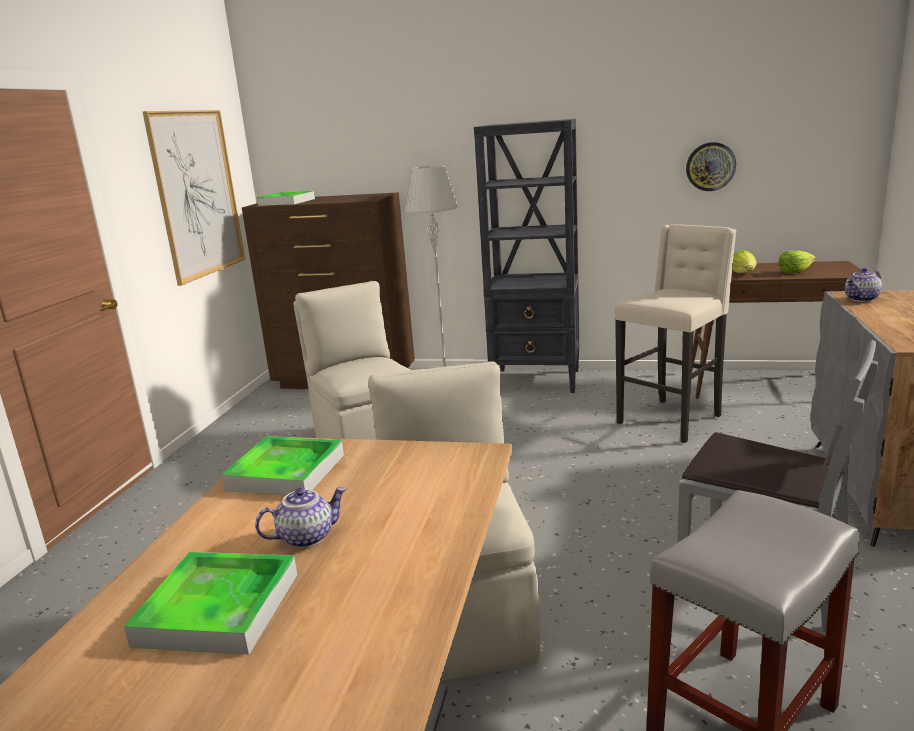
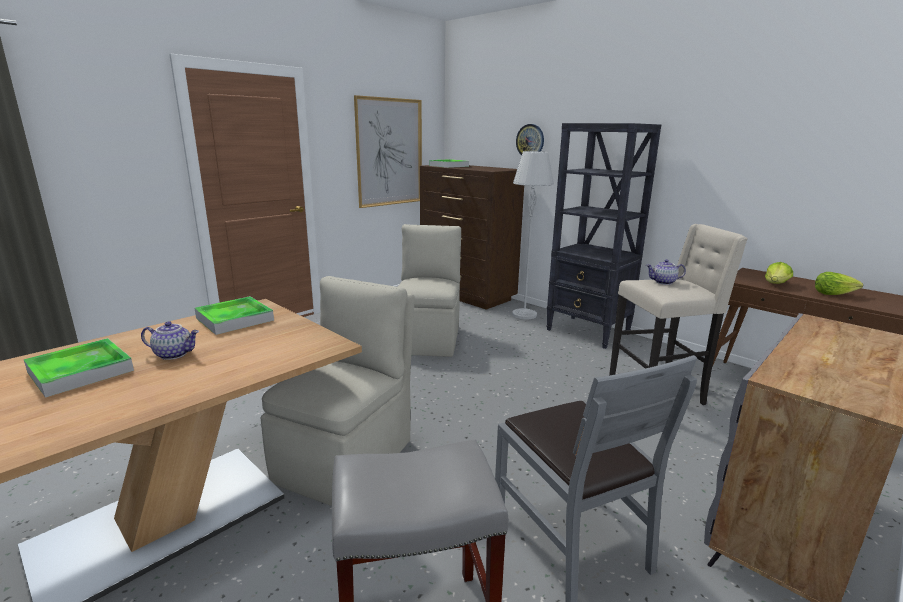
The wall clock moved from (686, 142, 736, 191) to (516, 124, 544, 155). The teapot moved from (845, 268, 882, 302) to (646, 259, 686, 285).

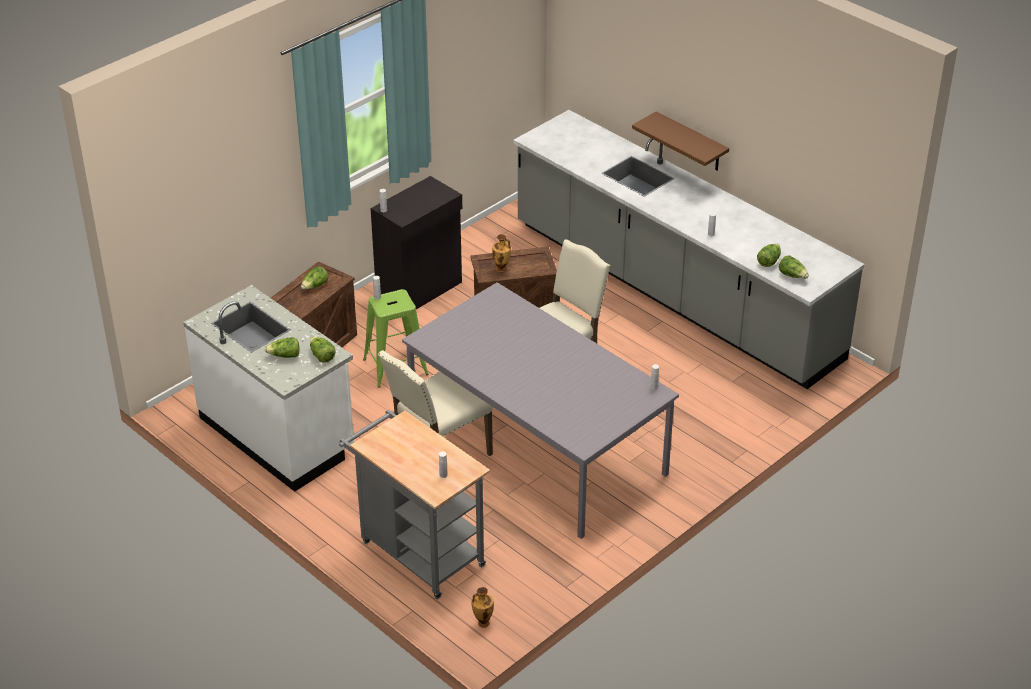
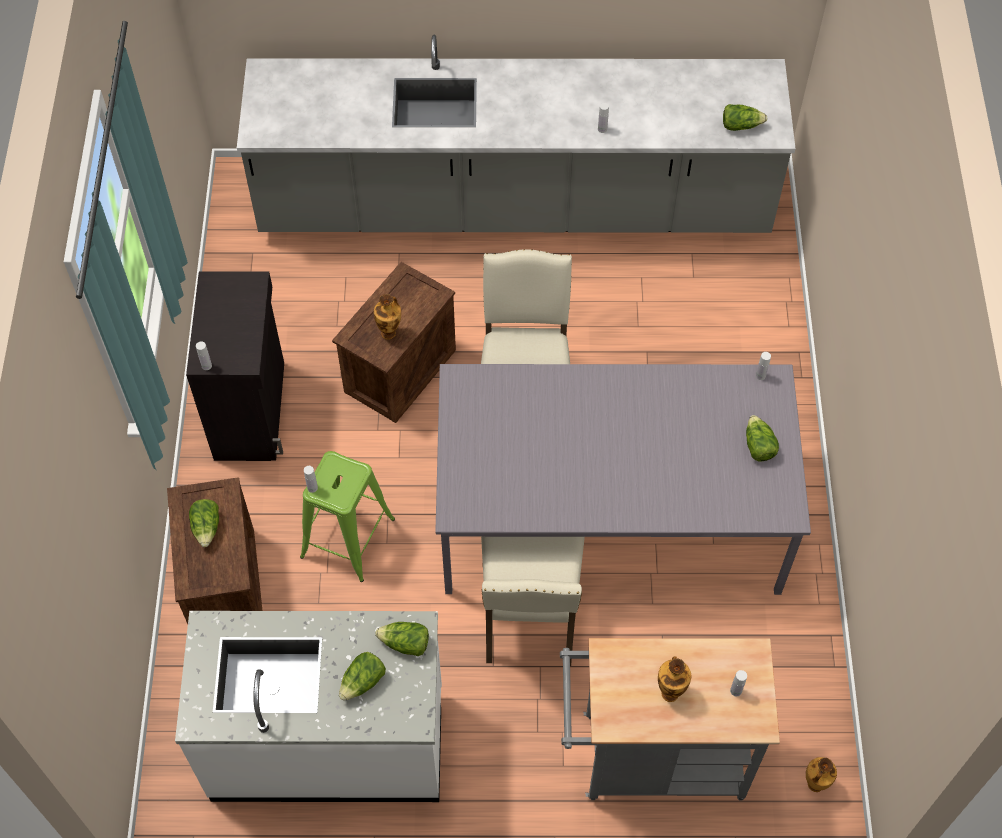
The shelf/brown at (632, 111, 729, 171) disappeared. The lettuce moved from (757, 243, 781, 267) to (746, 415, 779, 461). The vase at (658, 657, 691, 702) appeared.

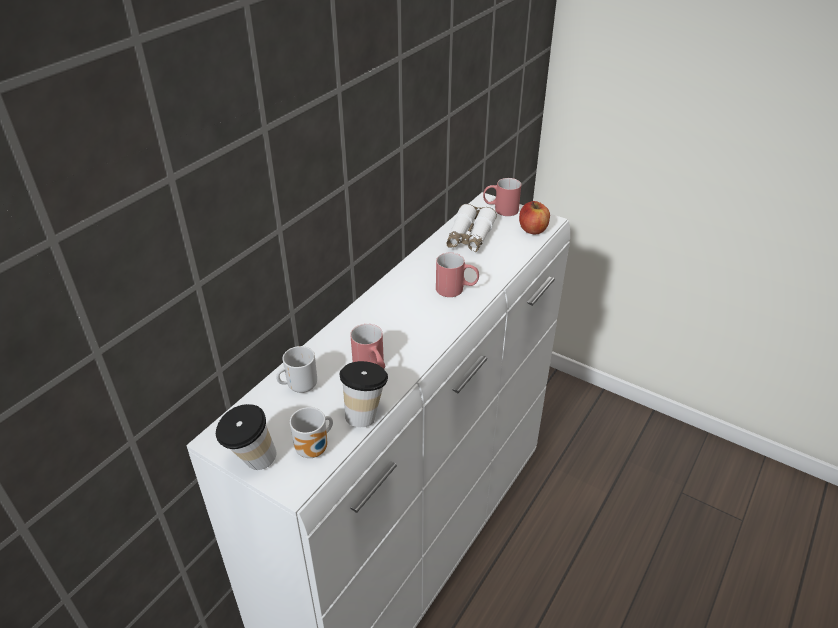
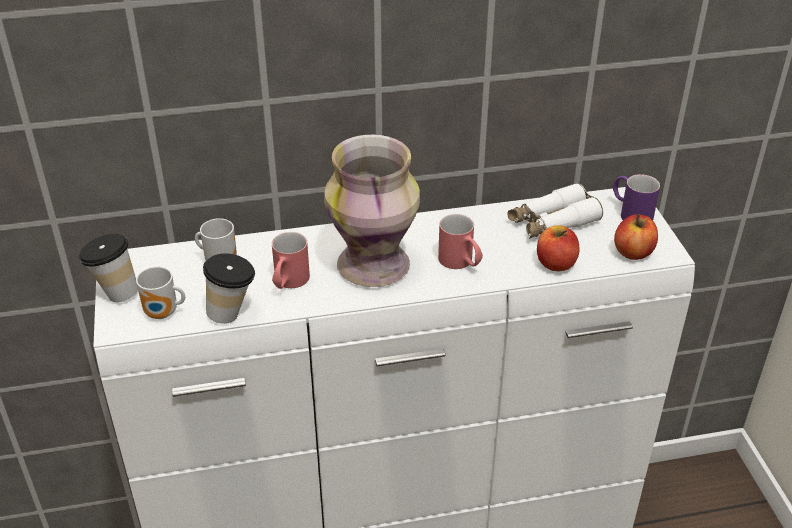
The mug/red at (483, 178, 521, 216) became the mug/purple at (612, 174, 660, 220). The vase at (324, 135, 420, 287) appeared. The apple at (537, 225, 579, 271) appeared.

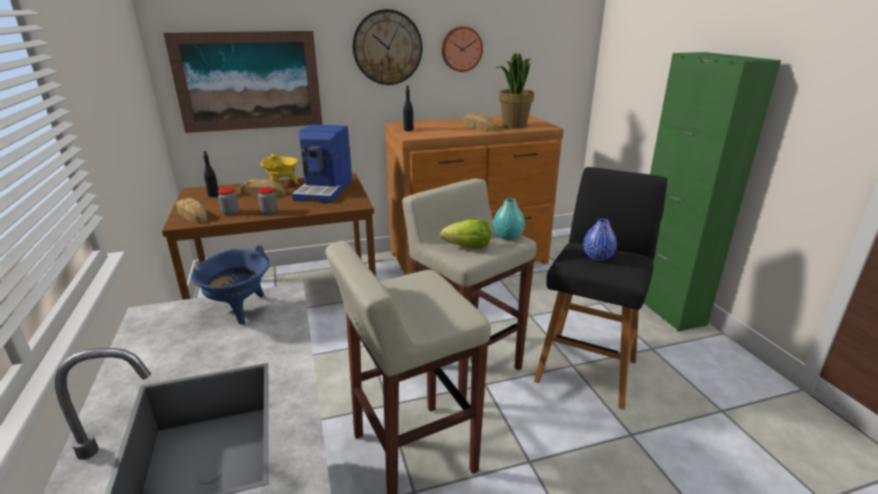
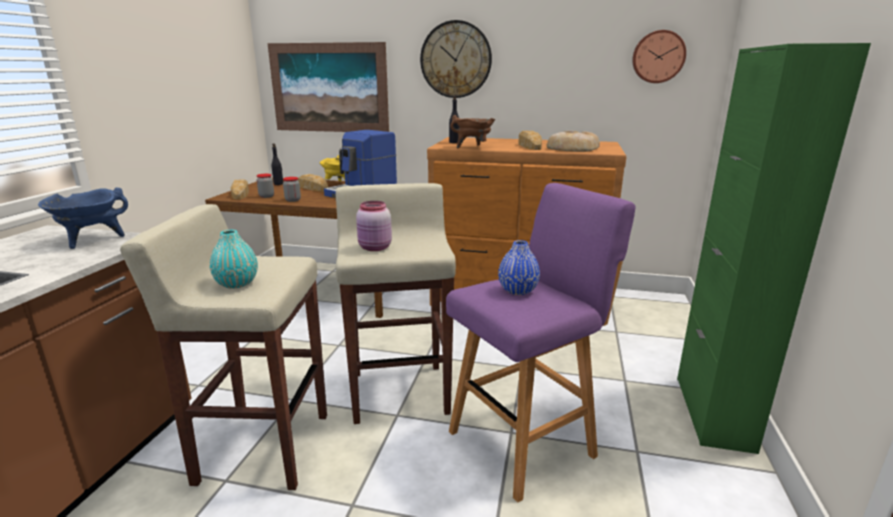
The lettuce at (440, 219, 491, 249) was replaced by the jar/pink at (356, 201, 392, 251). The wall clock moved from (442, 26, 483, 72) to (632, 30, 686, 83). The vase/turquoise moved from (493, 198, 525, 240) to (210, 230, 258, 289). The potted plant at (496, 52, 534, 129) was replaced by the bread at (546, 131, 600, 152). The stool/black at (534, 167, 667, 410) became the stool/purple at (446, 183, 636, 502). The cooking pot/brown at (450, 115, 495, 148) appeared.

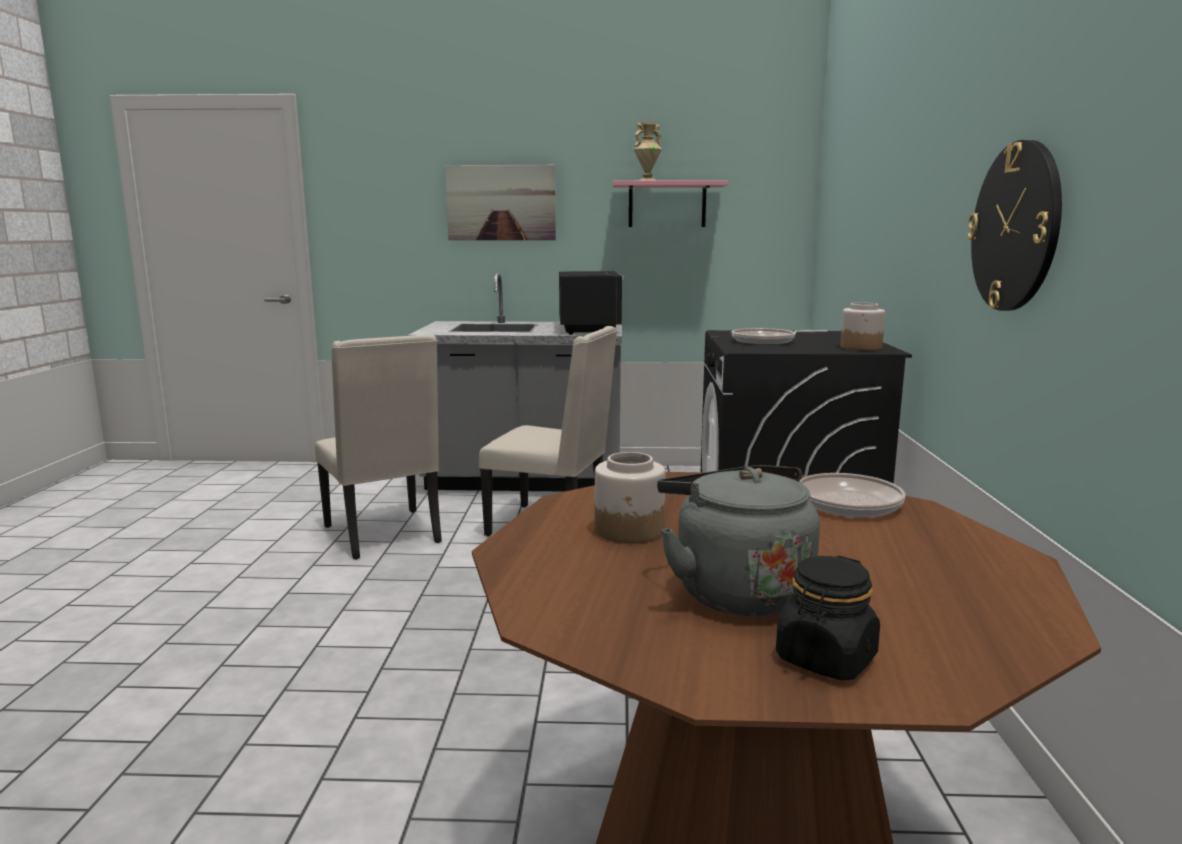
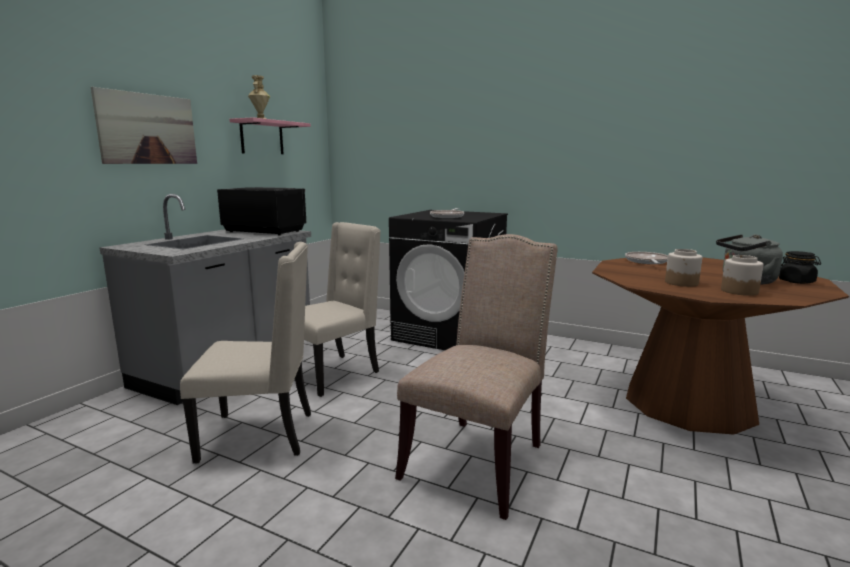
The jar moved from (840, 303, 885, 351) to (721, 255, 764, 296). The wall clock at (967, 140, 1062, 311) disappeared. The chair/beige at (395, 234, 558, 520) appeared.

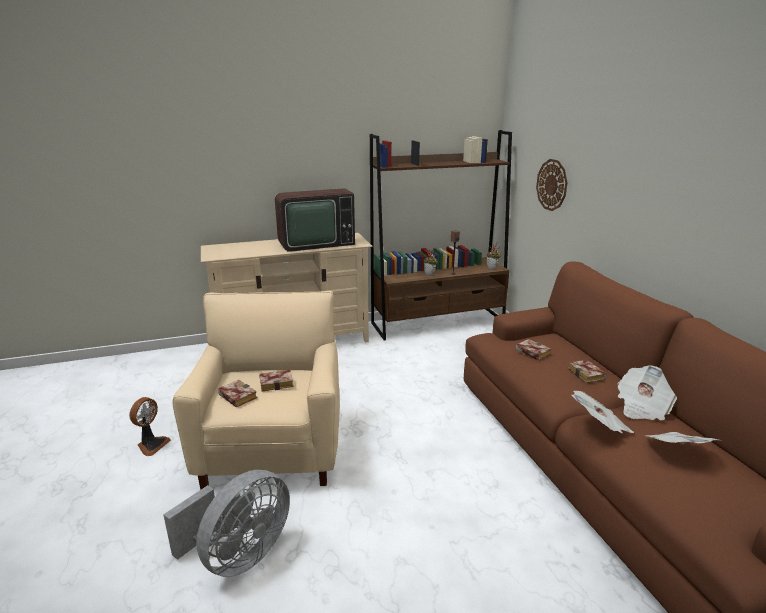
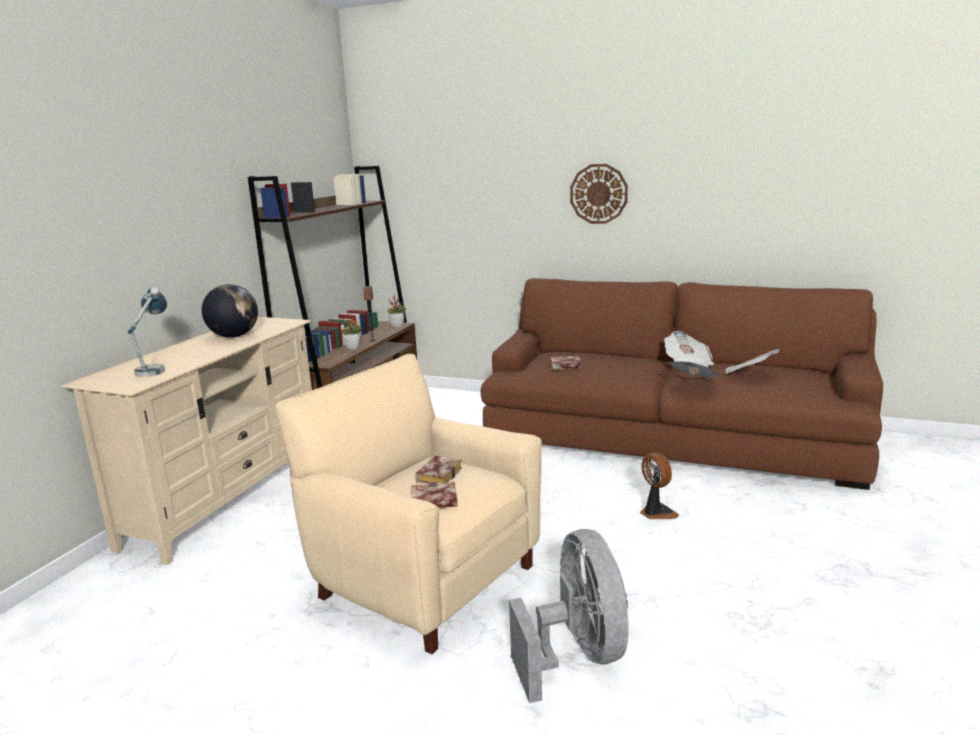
The fan moved from (129, 397, 171, 456) to (640, 452, 679, 519). The television at (275, 188, 355, 251) was replaced by the globe at (202, 284, 258, 338). The wall clock moved from (536, 159, 568, 211) to (570, 164, 628, 224). The book at (568, 360, 607, 383) disappeared. The table lamp at (128, 287, 167, 377) appeared.

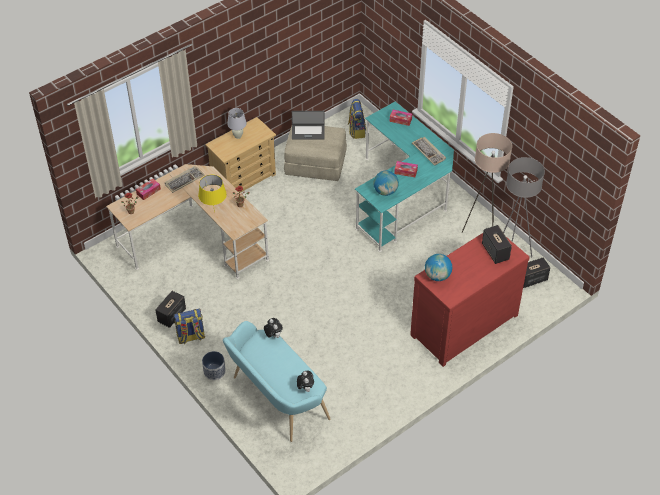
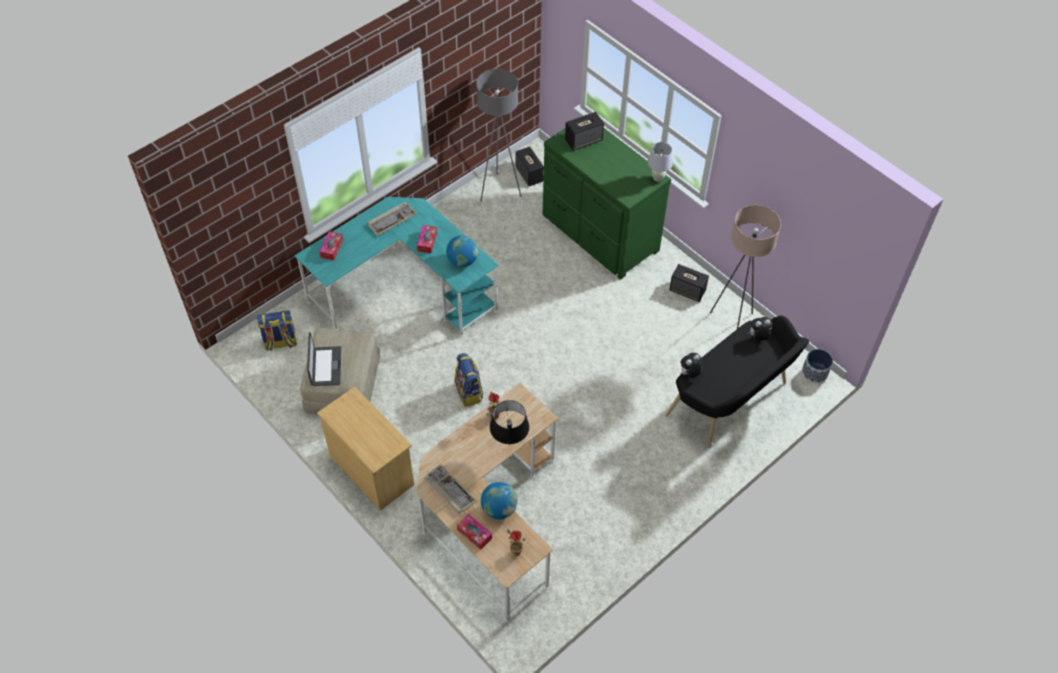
The speaker moved from (156, 291, 186, 328) to (669, 264, 709, 302). The backpack moved from (174, 309, 205, 344) to (454, 353, 483, 407). The table lamp/yellow at (198, 175, 227, 212) became the table lamp/black at (490, 400, 529, 446). The planter moved from (202, 351, 226, 380) to (802, 349, 833, 383). The bench/turquoise at (223, 321, 331, 442) became the bench/black at (665, 315, 809, 448). The table lamp/white moved from (227, 108, 247, 139) to (648, 142, 673, 182). The dresser/red at (410, 233, 530, 367) became the dresser/green at (543, 114, 671, 280). The globe moved from (425, 254, 452, 281) to (481, 482, 518, 519). The floor lamp/beige moved from (462, 133, 512, 233) to (710, 205, 781, 329).

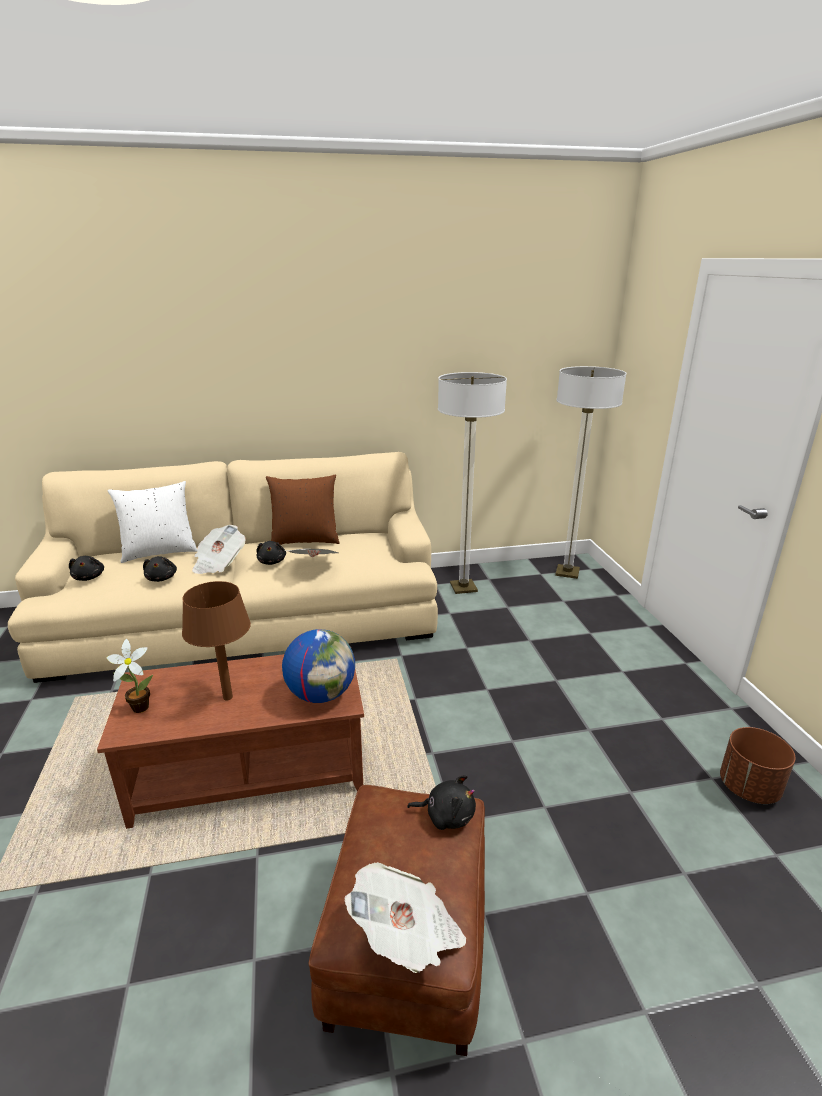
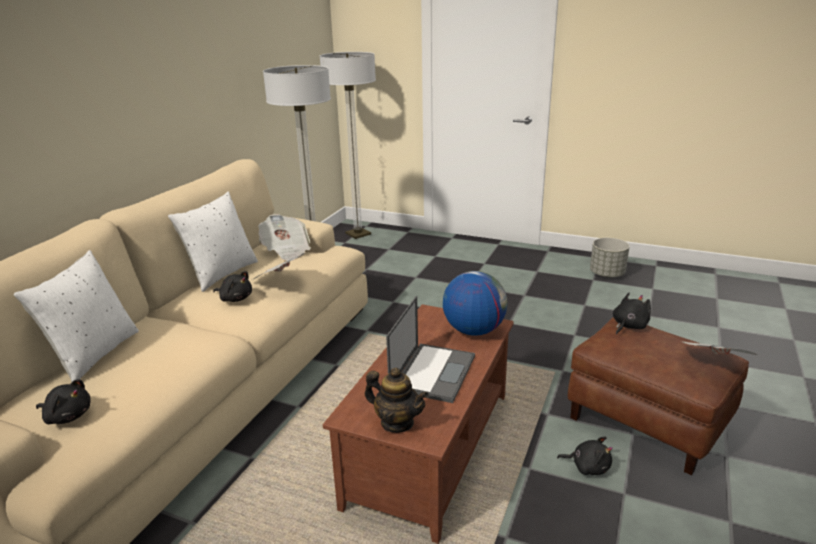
The potted plant at (106, 639, 153, 713) was replaced by the teapot at (365, 368, 429, 433). The plush toy/black moved from (143, 556, 177, 582) to (557, 437, 613, 475). The table lamp/brown at (182, 581, 251, 701) was replaced by the laptop at (386, 296, 475, 403). The newspaper moved from (192, 525, 245, 574) to (258, 214, 311, 261). The pillow/brown at (266, 475, 340, 545) became the pillow/white at (168, 192, 258, 292). The planter/brown at (720, 727, 796, 804) became the planter/grey at (590, 238, 630, 278).

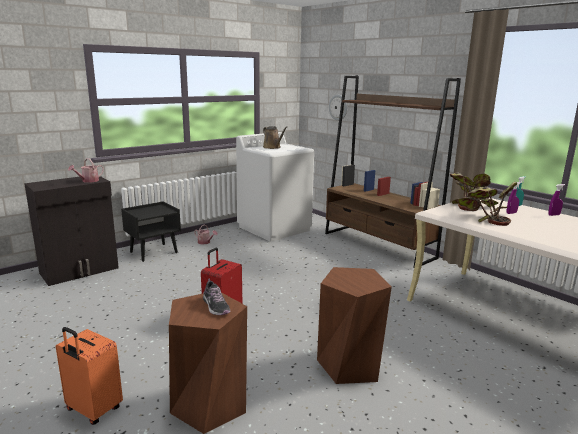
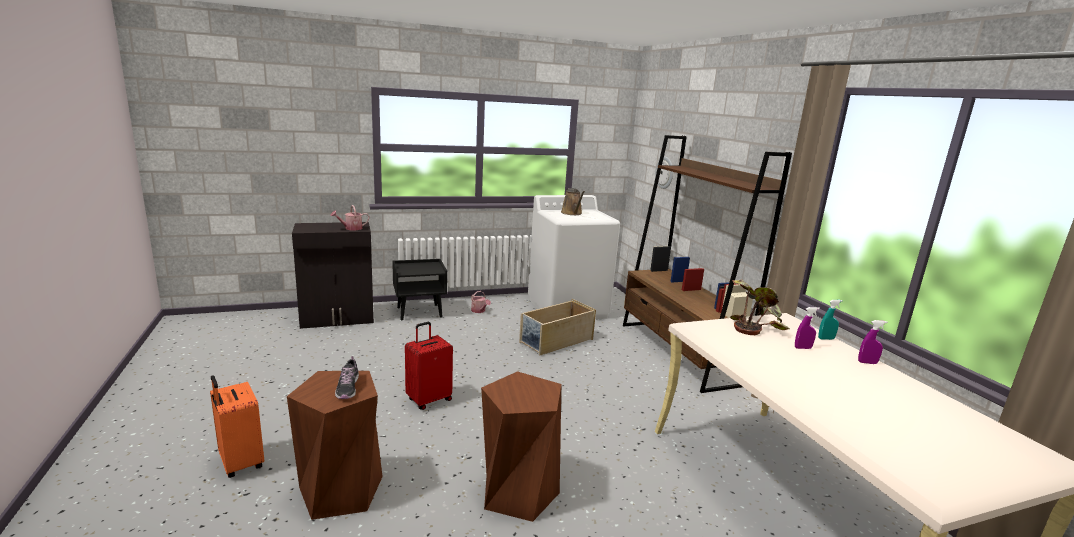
The potted plant at (458, 182, 517, 226) disappeared. The storage box/beige at (519, 299, 596, 355) appeared.

